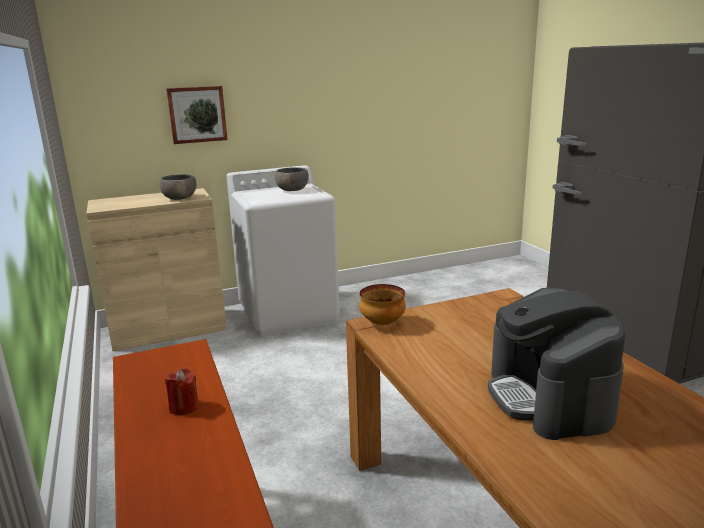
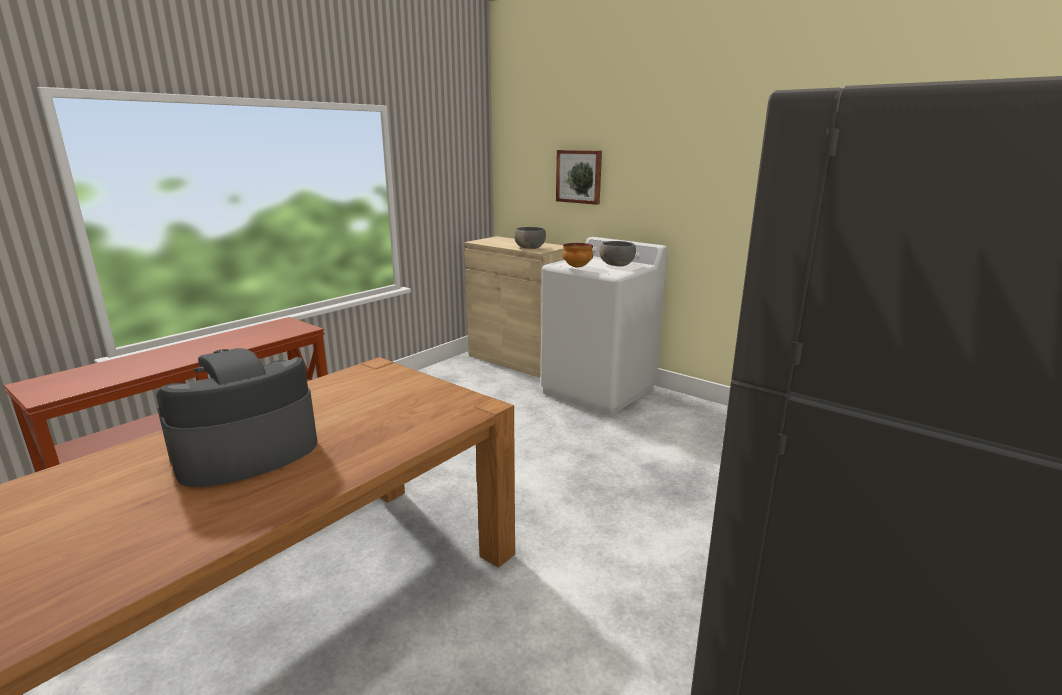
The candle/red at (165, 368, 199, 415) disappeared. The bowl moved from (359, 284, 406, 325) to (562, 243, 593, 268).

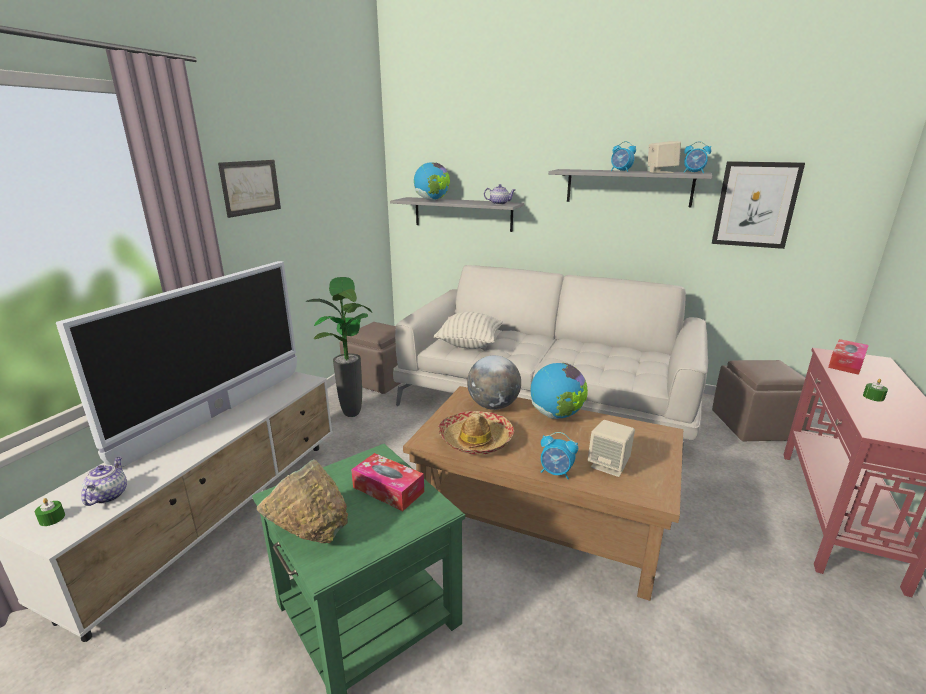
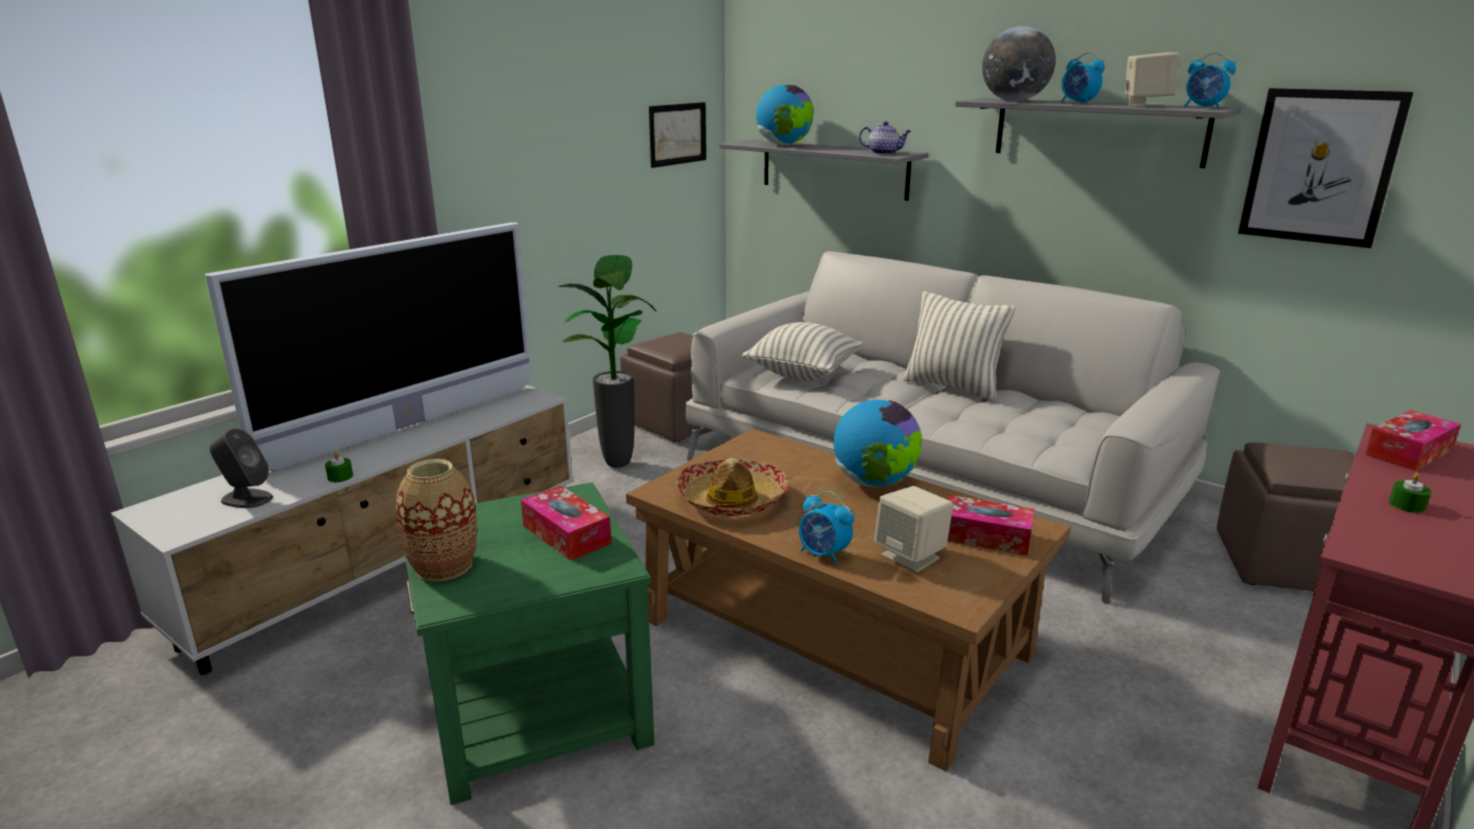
The candle/green moved from (35, 498, 65, 526) to (325, 451, 353, 482). The teapot at (81, 457, 127, 506) was replaced by the speaker/grey at (210, 429, 273, 508). The picture moved from (218, 160, 281, 218) to (649, 102, 706, 168). The bowl/green at (257, 459, 348, 543) was replaced by the vase at (396, 459, 477, 581). The globe moved from (467, 355, 521, 410) to (982, 26, 1056, 101). The pillow at (903, 291, 1015, 401) appeared. The tissue box at (948, 495, 1035, 556) appeared.

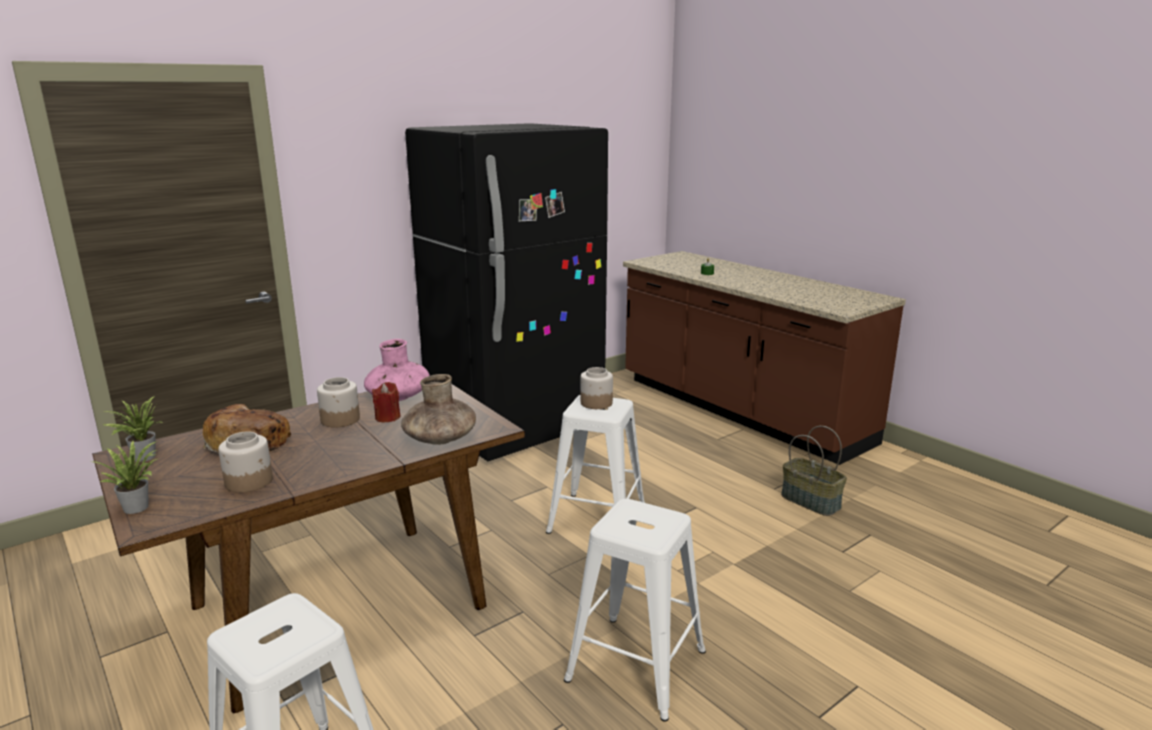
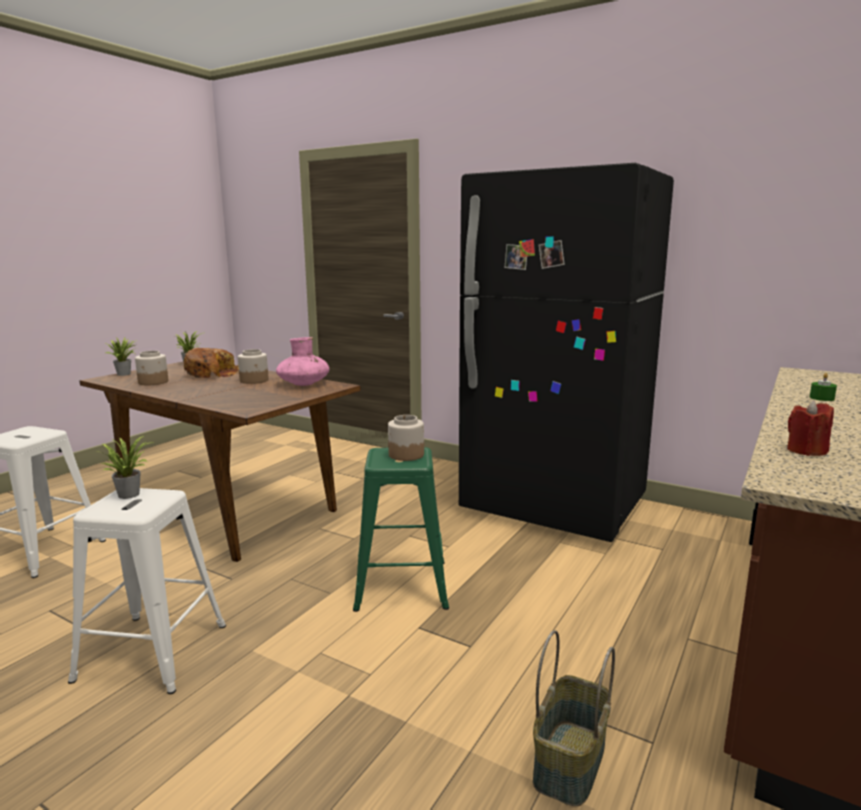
The candle/red moved from (372, 382, 401, 422) to (787, 400, 834, 456). The vase/brown at (401, 374, 476, 445) disappeared. The stool/white at (546, 395, 645, 534) became the stool/green at (353, 447, 449, 612). The potted plant at (101, 436, 154, 499) appeared.

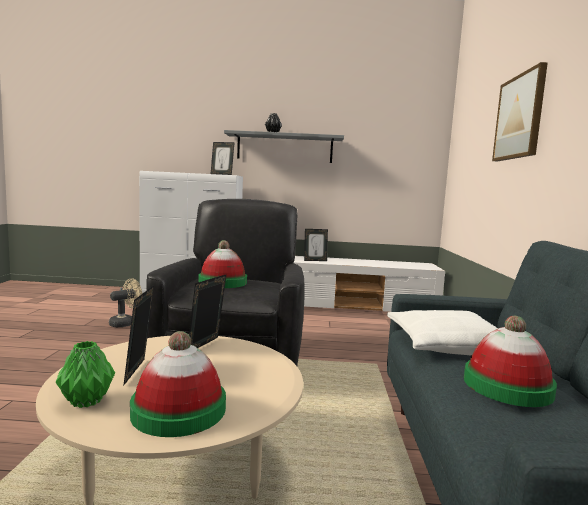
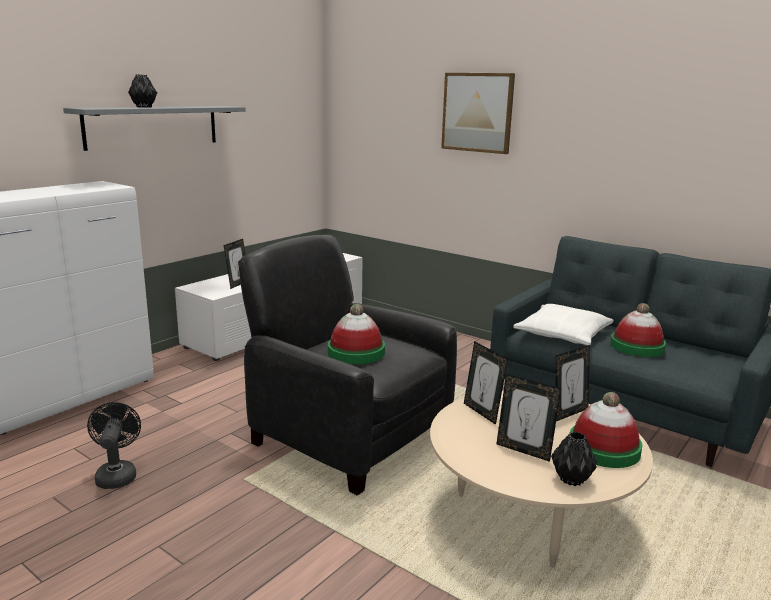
The vase/green at (56, 341, 115, 408) became the vase/black at (551, 432, 597, 486). The fan/beige at (109, 278, 142, 327) became the fan/black at (87, 402, 141, 489). The picture frame moved from (211, 142, 235, 175) to (555, 345, 590, 421).

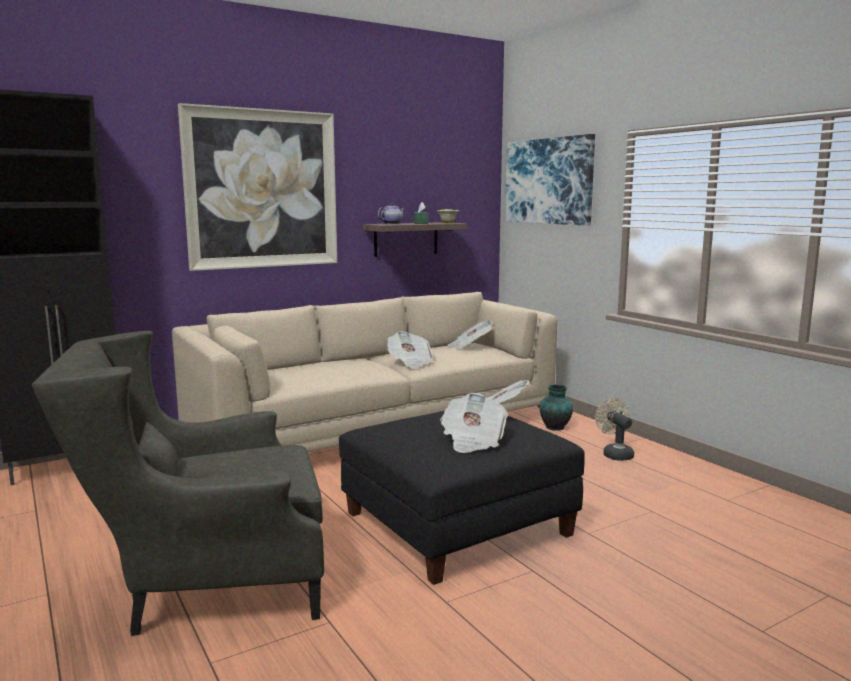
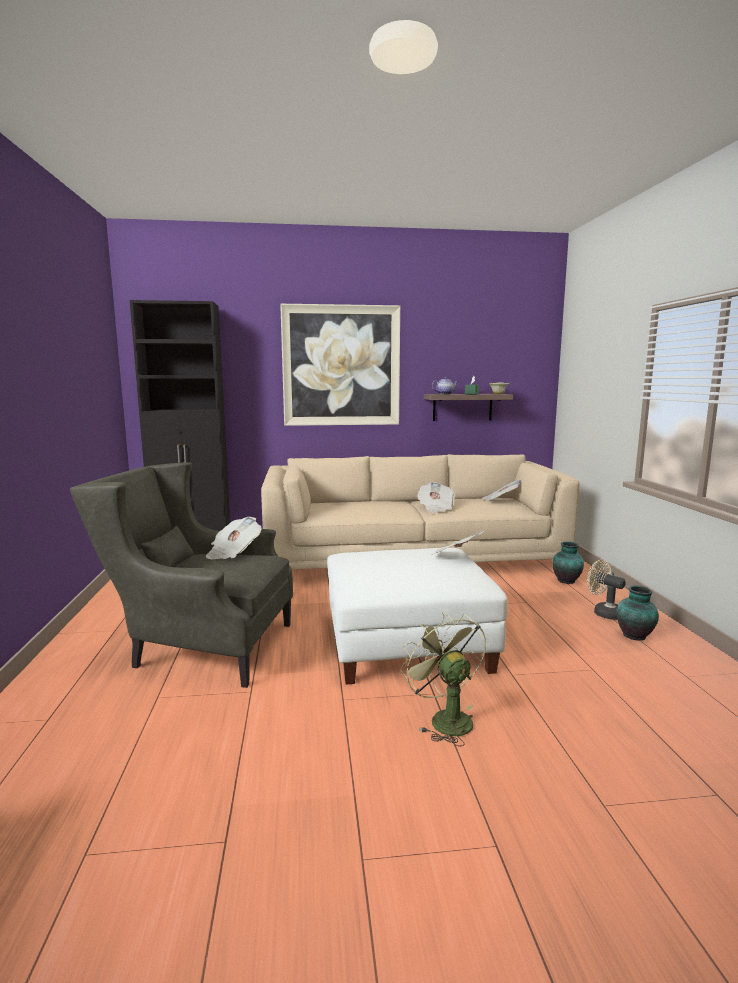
The ottoman/black at (339, 411, 585, 585) became the ottoman/white at (327, 548, 508, 685). The newspaper moved from (440, 393, 508, 453) to (206, 517, 262, 559). The picture at (505, 134, 595, 226) disappeared. The fan/beige at (595, 398, 634, 461) turned 45 degrees counterclockwise. The fan/green at (400, 612, 486, 747) appeared. The vase at (617, 586, 659, 640) appeared.

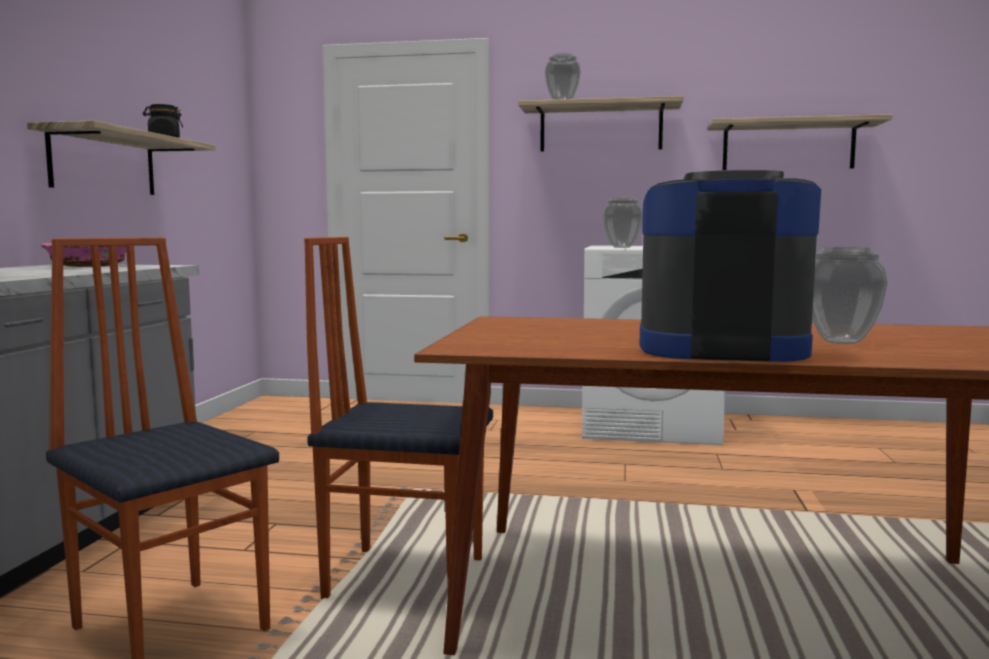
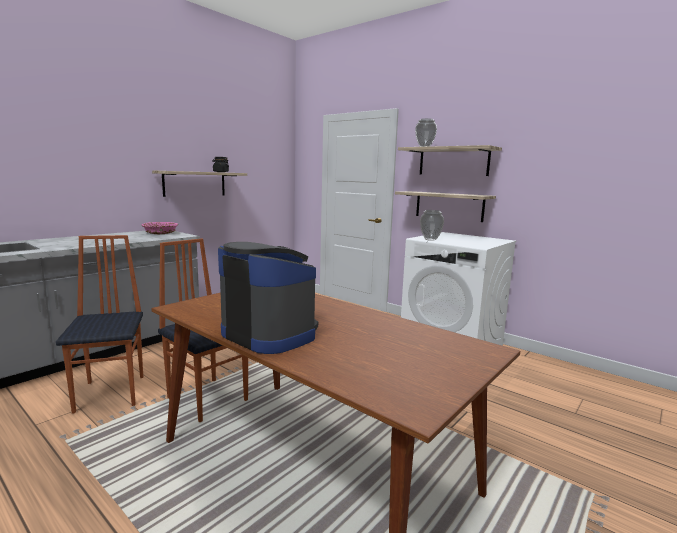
The shelf moved from (707, 114, 892, 170) to (395, 191, 496, 222). The vase at (812, 247, 888, 344) disappeared.

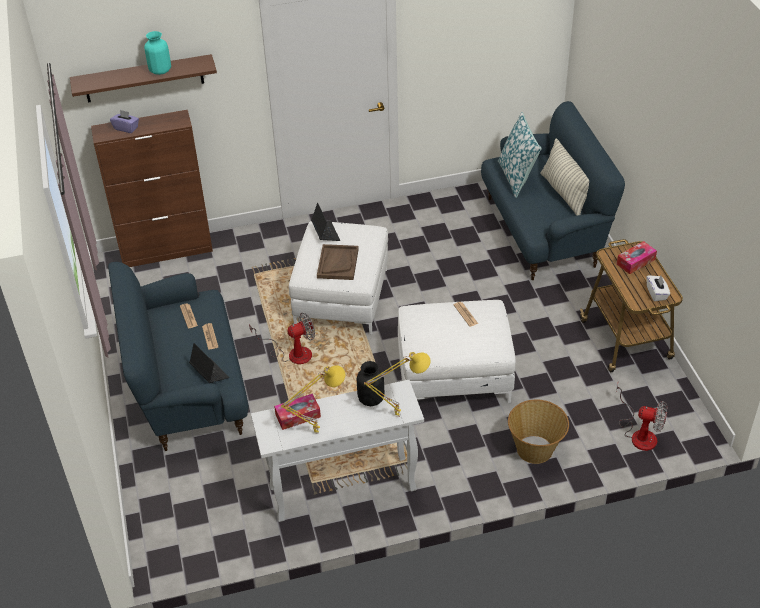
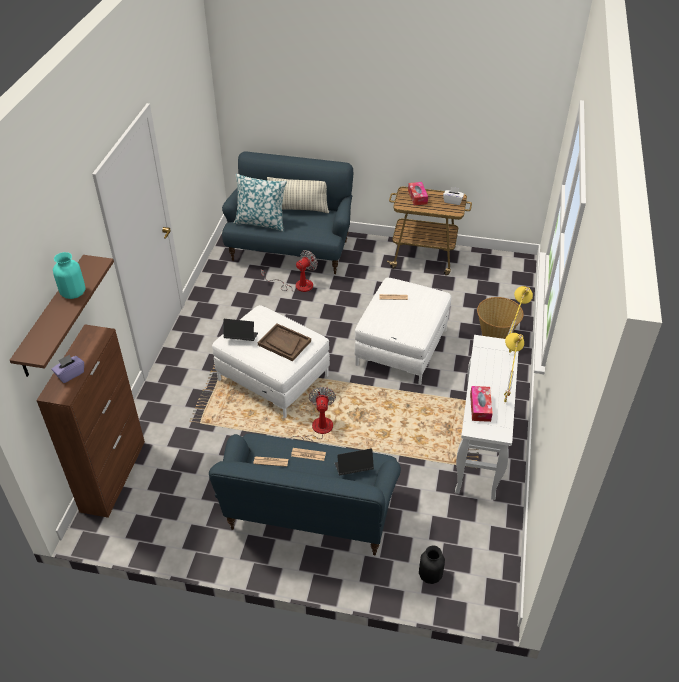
The vase/black moved from (357, 361, 384, 406) to (419, 545, 445, 584). The fan moved from (616, 384, 668, 451) to (261, 250, 318, 292).

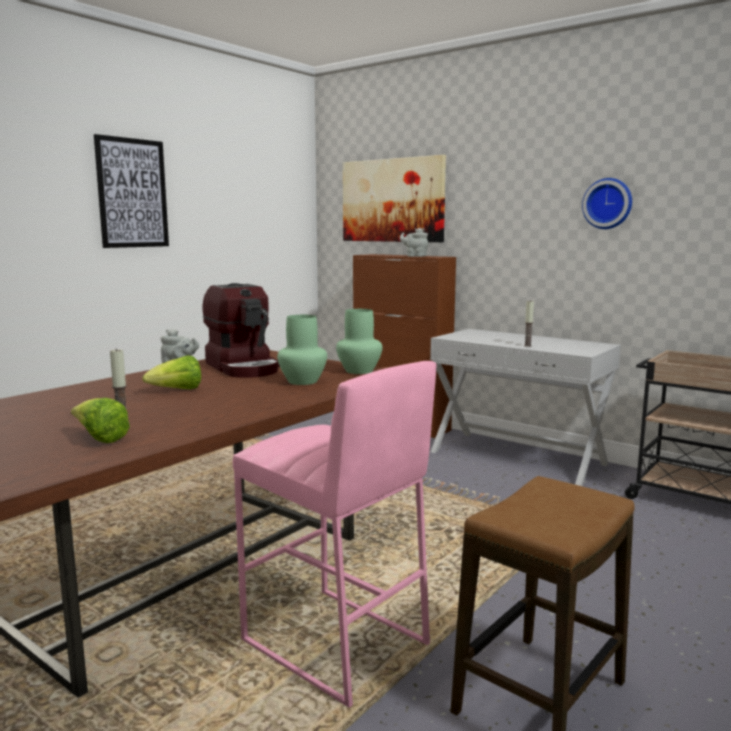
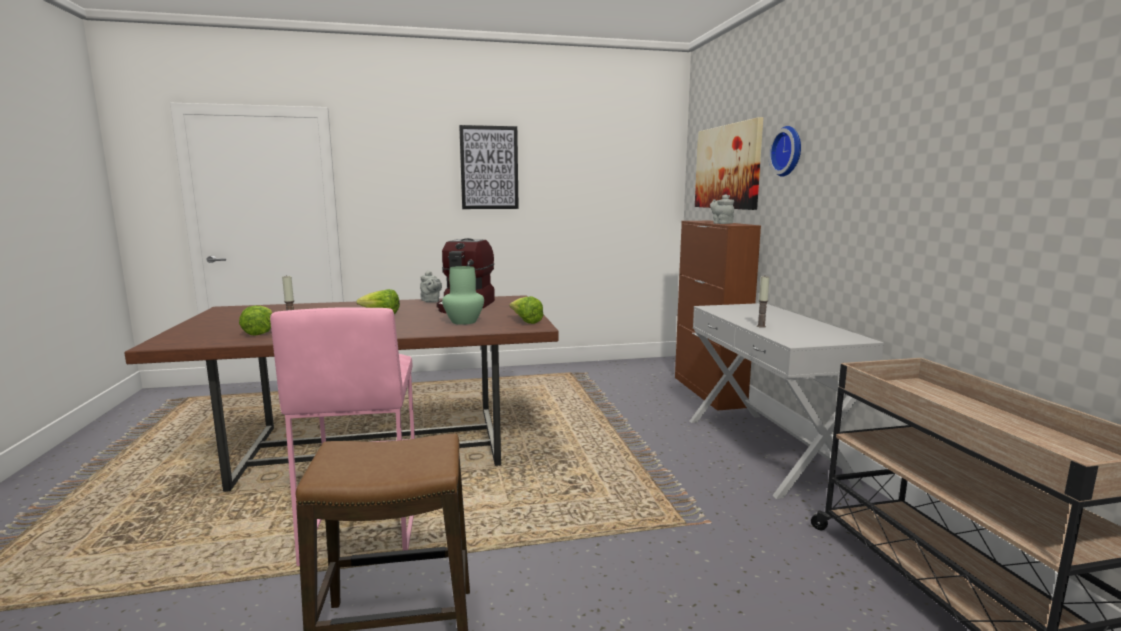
The vase/green at (336, 309, 382, 374) was replaced by the lettuce at (510, 296, 544, 324). The wall clock moved from (582, 178, 632, 229) to (768, 126, 801, 177).

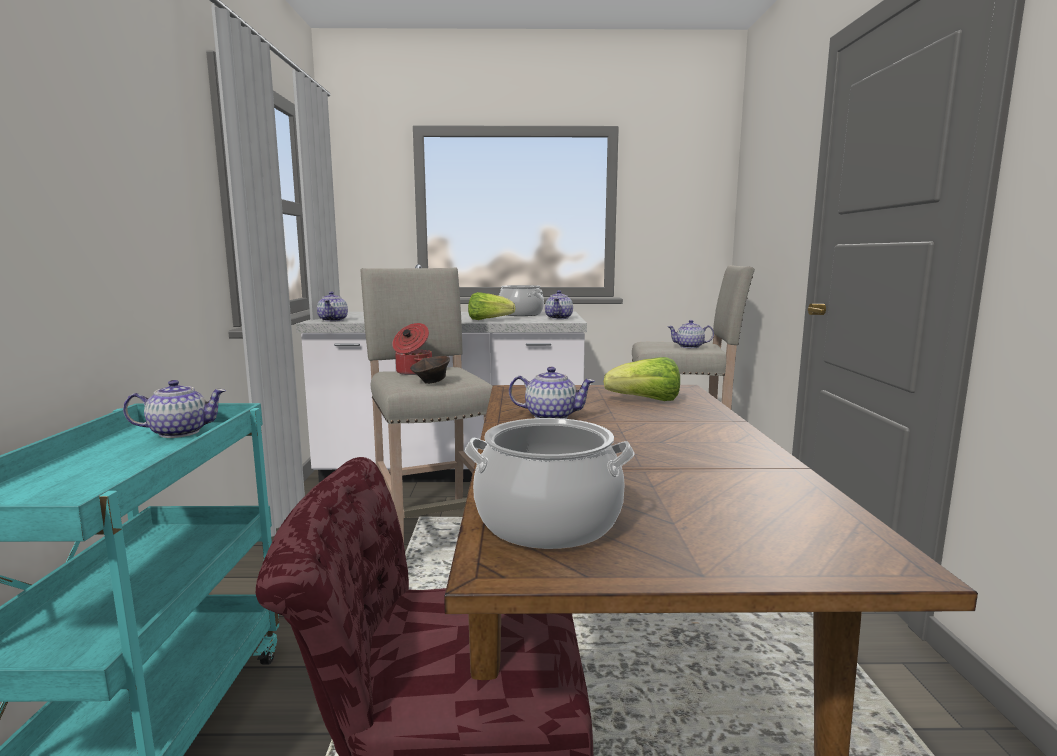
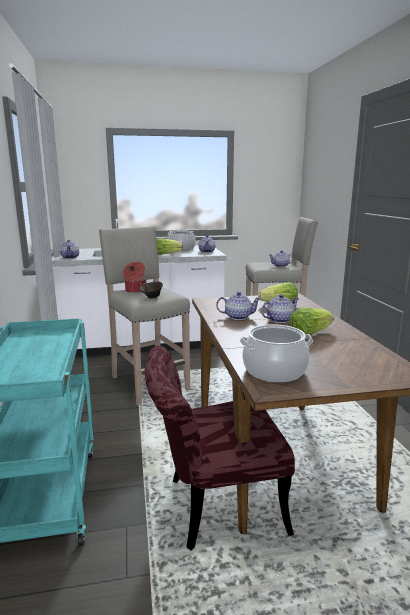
The teapot moved from (123, 380, 226, 438) to (261, 294, 299, 323). The lettuce at (290, 307, 334, 335) appeared.

